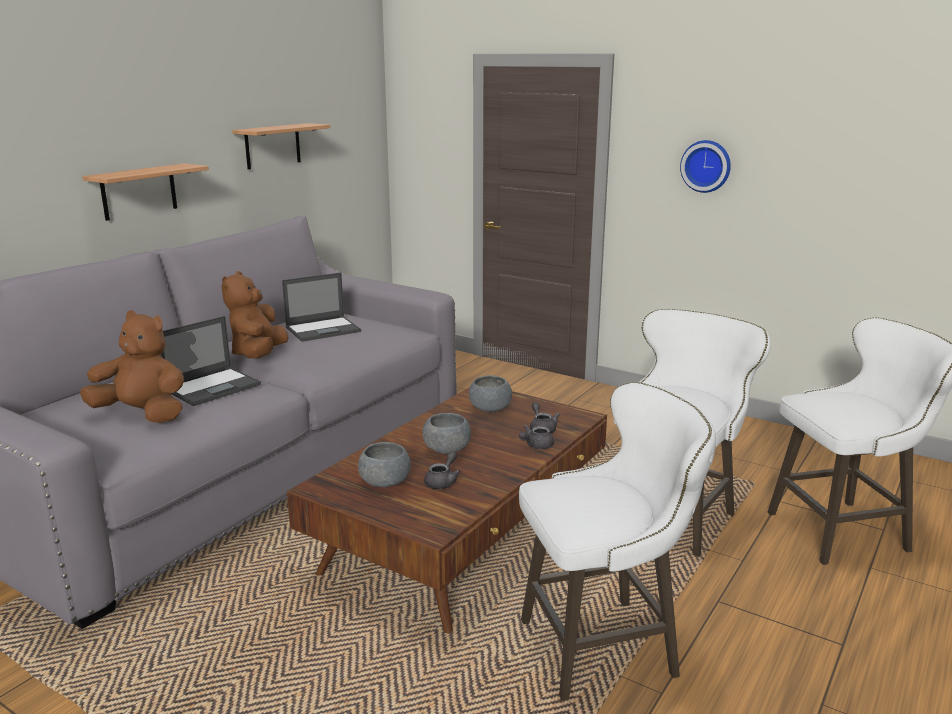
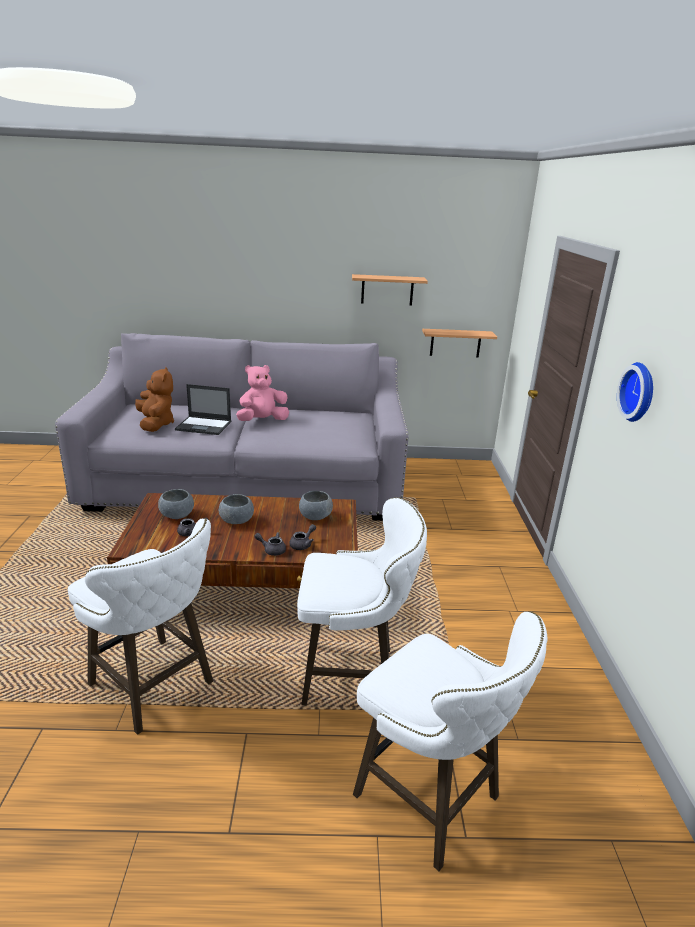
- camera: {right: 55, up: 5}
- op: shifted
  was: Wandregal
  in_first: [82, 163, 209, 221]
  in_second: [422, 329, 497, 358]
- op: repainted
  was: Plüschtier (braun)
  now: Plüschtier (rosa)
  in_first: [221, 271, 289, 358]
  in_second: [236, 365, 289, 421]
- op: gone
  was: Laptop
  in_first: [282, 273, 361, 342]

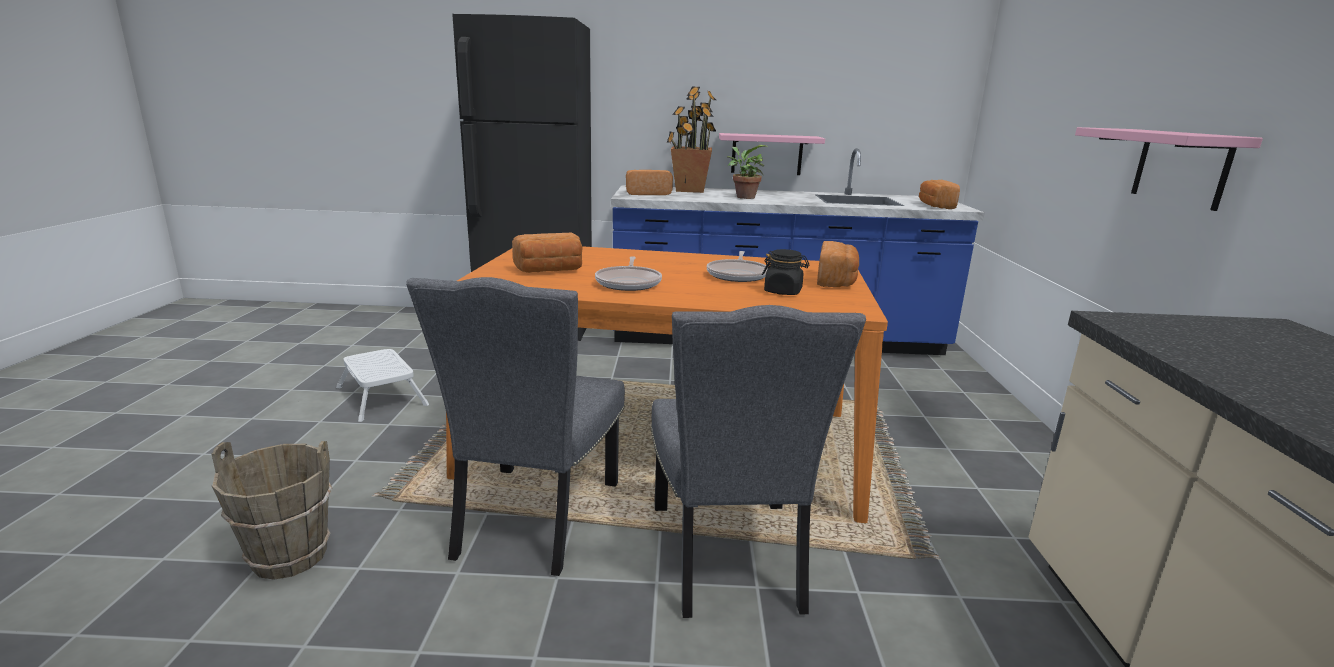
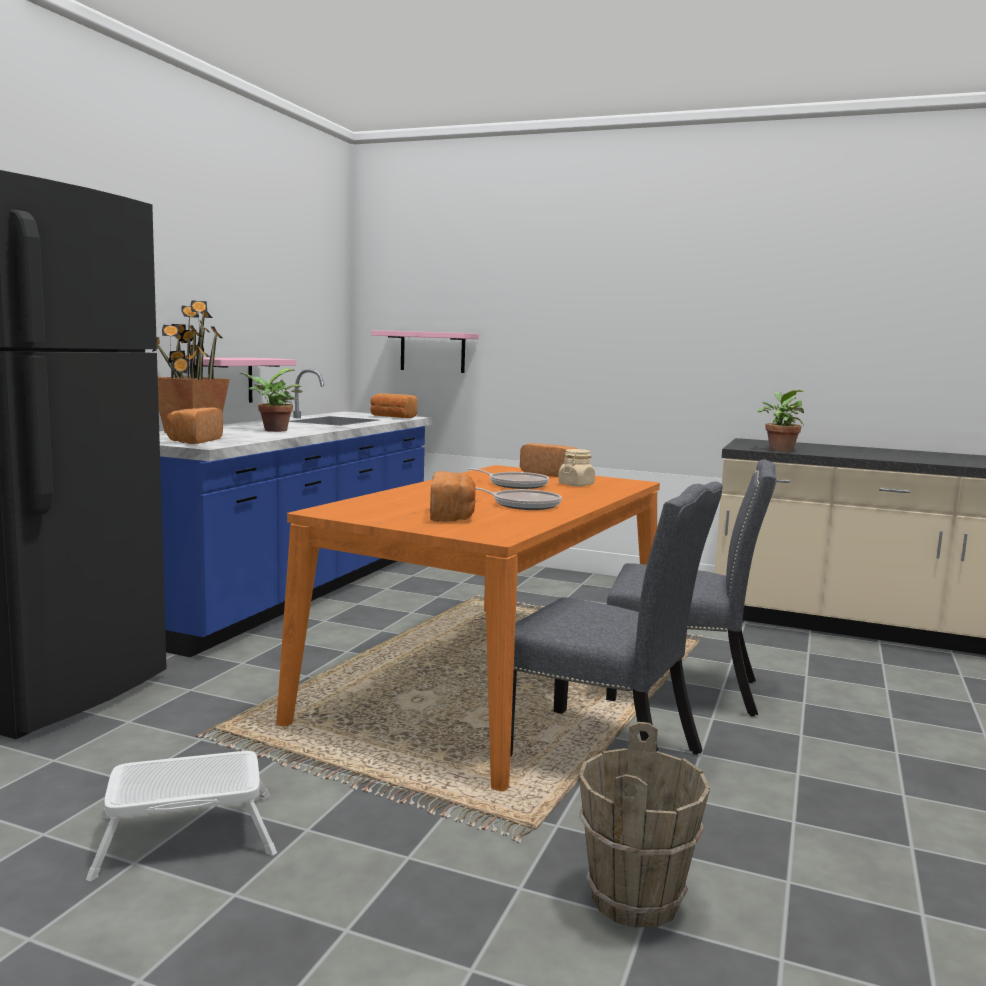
- camera: {right: -70, up: -10}
- op: repainted
  was: Vorratsglas (schwarz)
  now: Vorratsglas (beige)
  in_first: [762, 249, 809, 295]
  in_second: [558, 449, 595, 486]
- op: shifted
  was: Wandregal (rosa)
  in_first: [1075, 127, 1263, 211]
  in_second: [372, 330, 479, 373]
- op: new
  now: Topfpflanze
  in_second: [756, 389, 805, 452]

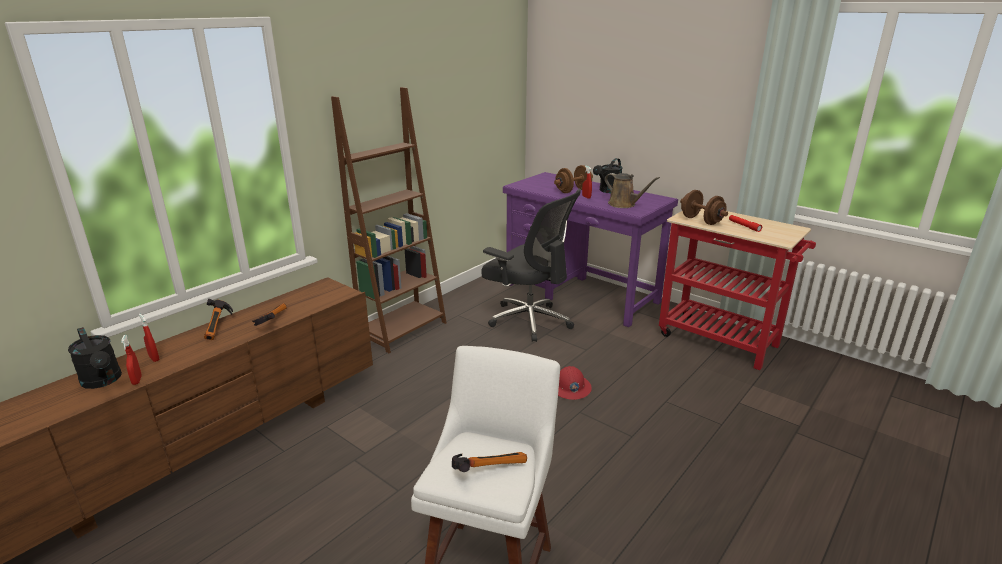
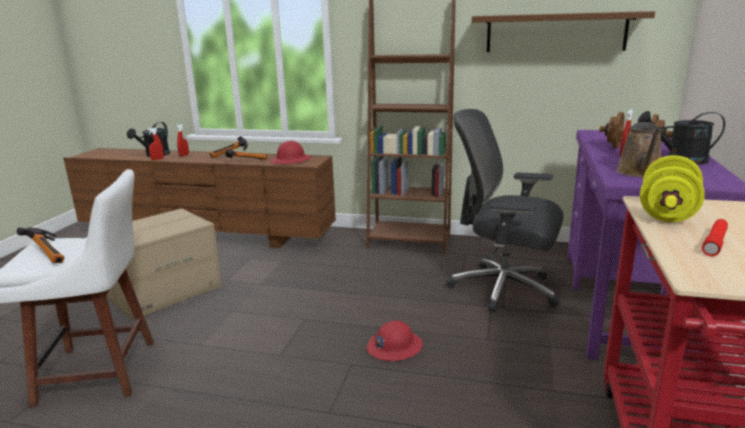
- camera: {right: 65, up: -5}
- op: rotated
  was: Bürostuhl
  in_first: [482, 188, 581, 342]
  in_second: [447, 109, 563, 313]
  clockwise: 105
- op: repainted
  was: Hantel (braun)
  now: Hantel (gelb)
  in_first: [680, 190, 728, 225]
  in_second: [640, 155, 705, 222]
- op: new
  now: Karton
  in_second: [106, 208, 222, 320]
- op: new
  now: Schutzhelm (rot)
  in_second: [270, 141, 311, 164]
- op: new
  now: Wandregal (braun)
  in_second: [472, 11, 655, 52]

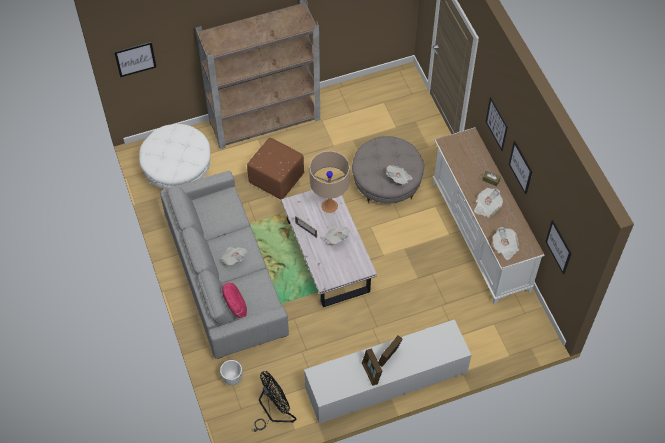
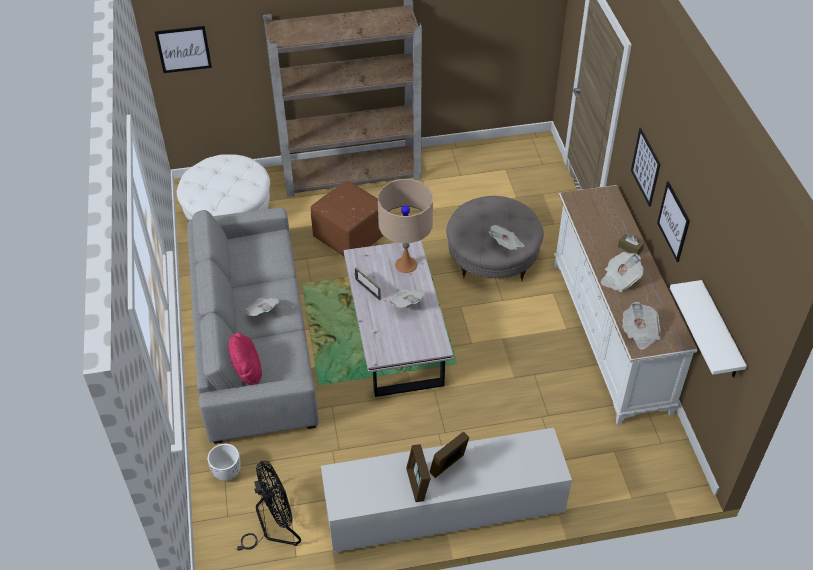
- camera: {right: 10, up: -10}
- op: swapped
  was: Bild
  now: Wandregal (weiß)
  in_first: [545, 220, 572, 275]
  in_second: [670, 280, 747, 377]

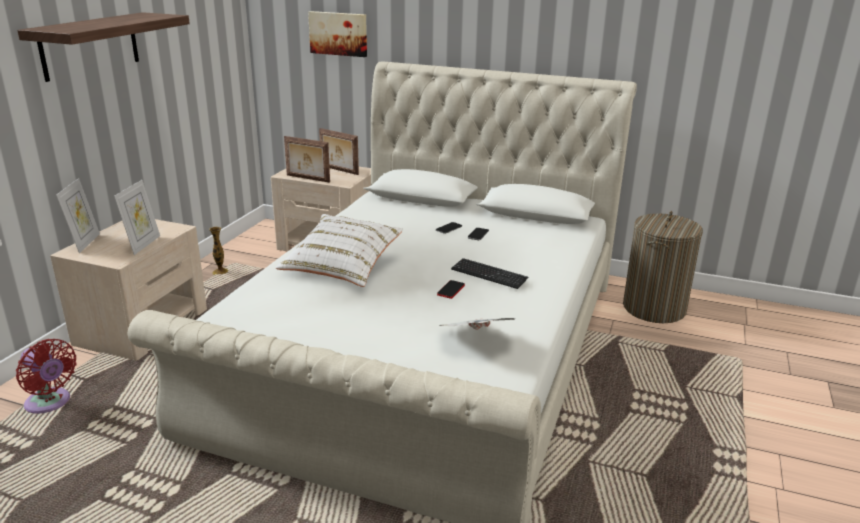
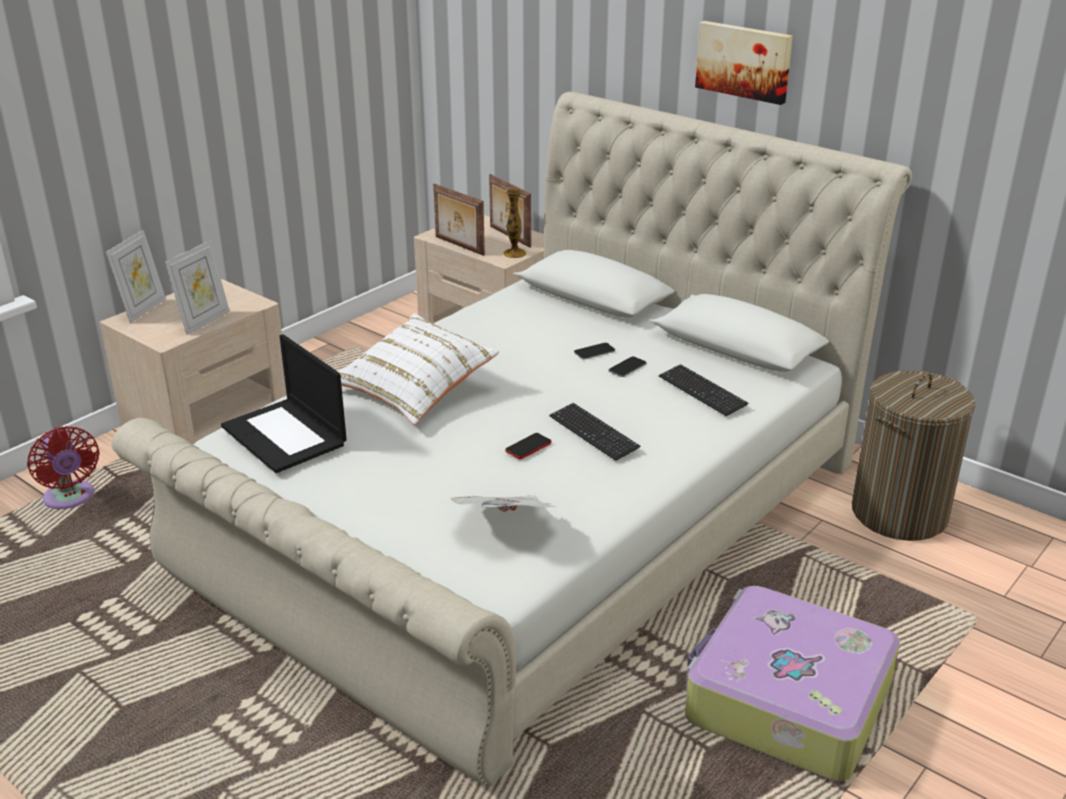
- camera: {right: 20, up: 5}
- op: gone
  was: Wandregal
  in_first: [17, 12, 190, 82]
- op: shifted
  was: Vase
  in_first: [209, 227, 228, 275]
  in_second: [504, 188, 526, 258]
- op: shifted
  was: Bild
  in_first: [308, 11, 367, 57]
  in_second: [695, 21, 793, 105]
- op: new
  now: Laptop
  in_second: [221, 334, 347, 473]
- op: new
  now: Tastatur
  in_second: [659, 364, 749, 416]
- op: new
  now: Koffer
  in_second: [685, 586, 900, 782]

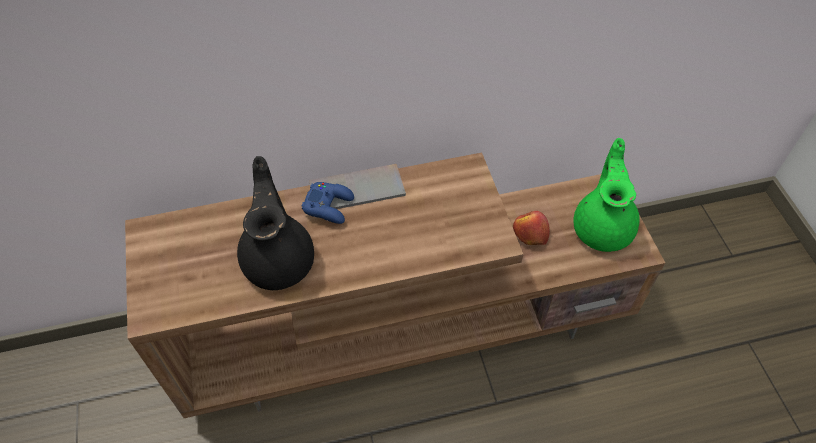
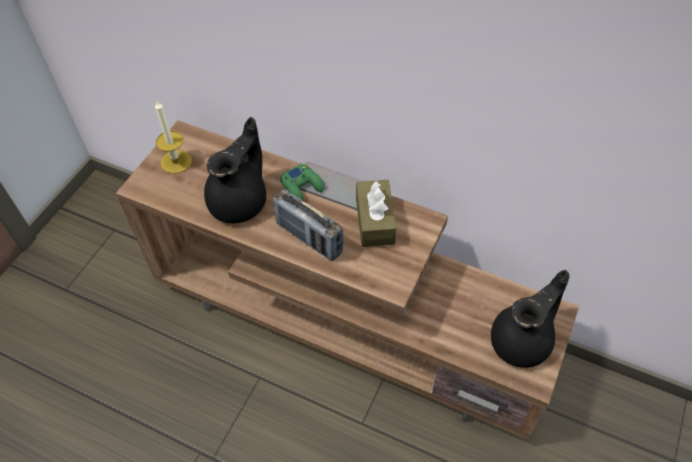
- camera: {right: 40, up: 0}
- op: repainted
  was: Gamepad (blau)
  now: Gamepad (grün)
  in_first: [301, 182, 354, 224]
  in_second: [280, 163, 324, 200]
- op: gone
  was: Apfel
  in_first: [513, 211, 550, 245]
- op: repainted
  was: Teekanne (grün)
  now: Teekanne (schwarz)
  in_first: [573, 138, 640, 252]
  in_second: [491, 270, 569, 368]
- op: new
  now: Kerze
  in_second: [155, 101, 192, 174]
- op: new
  now: Radio
  in_second: [273, 189, 344, 261]
- op: new
  now: Taschentuchbox (braun)
  in_second: [356, 180, 396, 247]

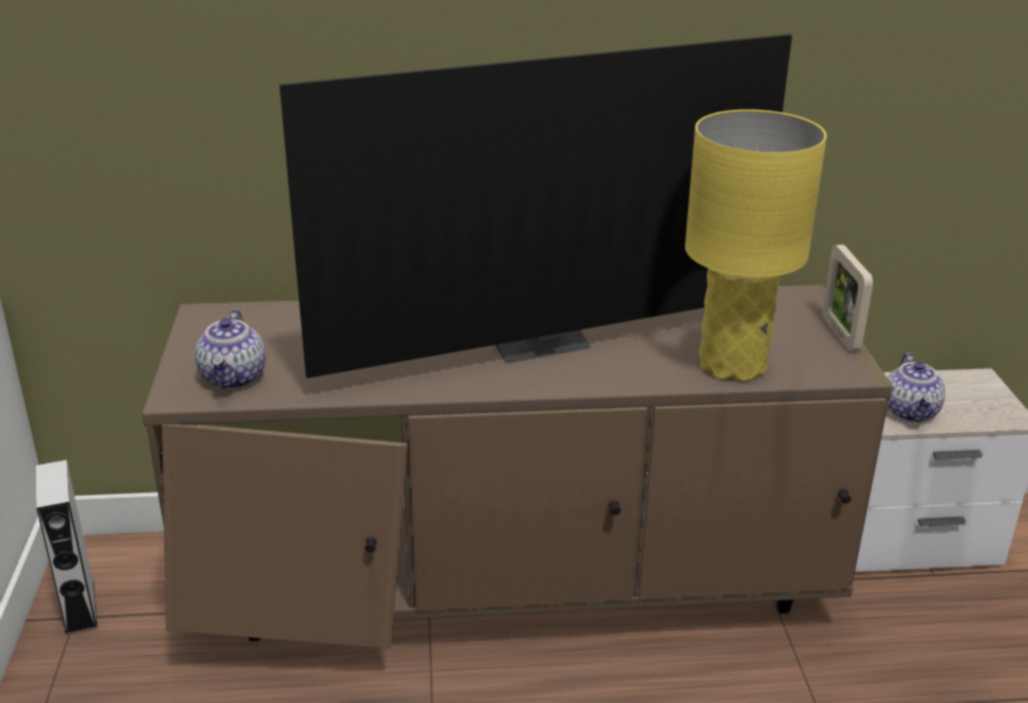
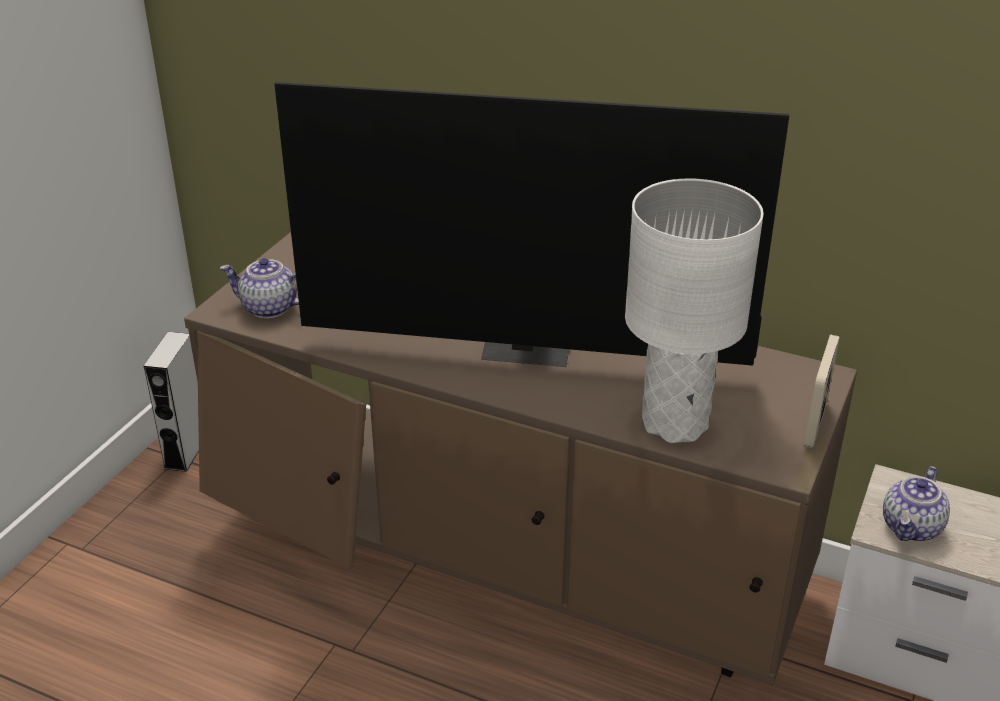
- camera: {right: 30, up: 5}
- op: rotated
  was: Teekanne
  in_first: [195, 310, 266, 389]
  in_second: [220, 258, 299, 318]
  clockwise: 75
- op: repainted
  was: Tischlampe (gelb)
  now: Tischlampe (weiß)
  in_first: [685, 109, 827, 381]
  in_second: [625, 178, 764, 443]

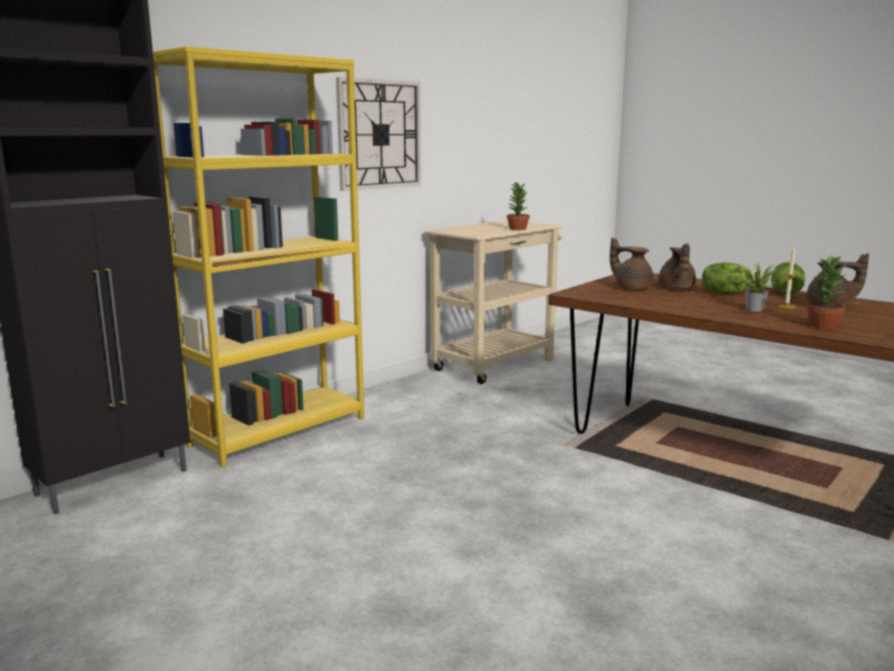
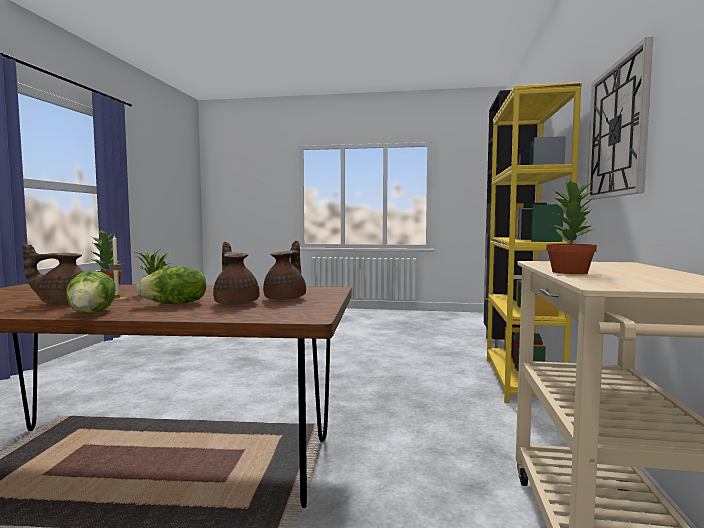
- camera: {right: 145, up: -10}
- op: rotated
  was: Teekanne (braun)
  in_first: [610, 237, 654, 290]
  in_second: [263, 241, 306, 300]
  clockwise: -75

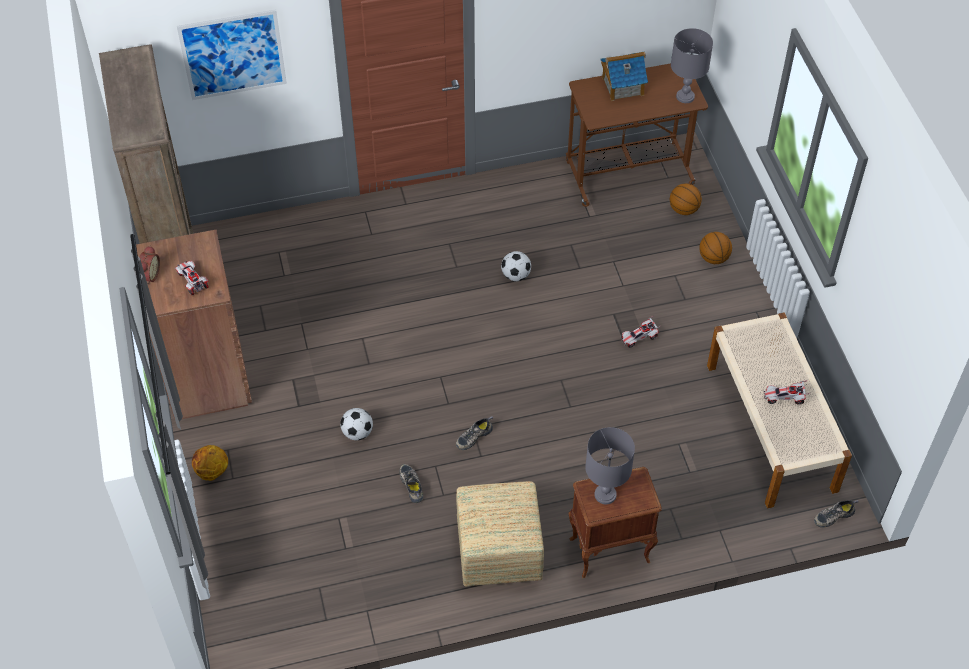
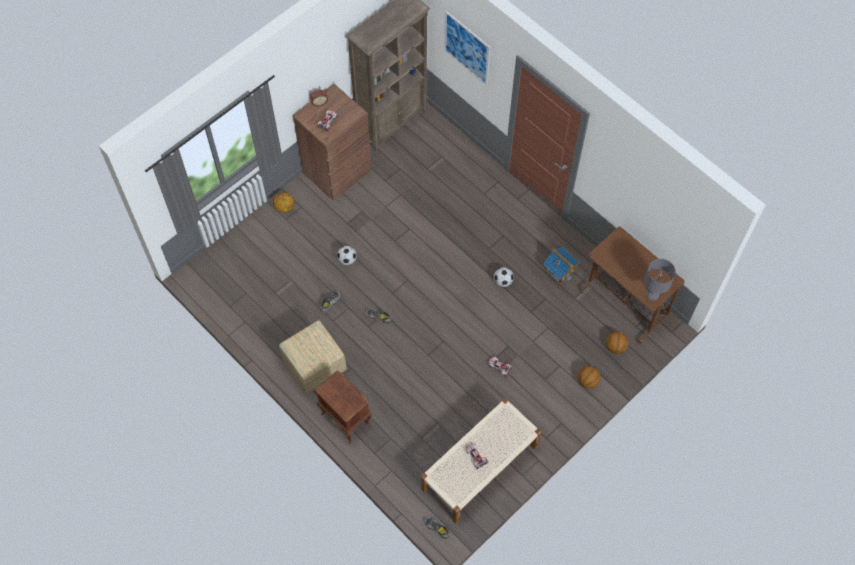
- camera: {right: 60, up: 10}
- op: gone
  was: Tischlampe (grau)
  in_first: [585, 427, 635, 504]
- op: shifted
  was: Spielzeughaus
  in_first: [601, 51, 648, 101]
  in_second: [543, 247, 580, 284]

